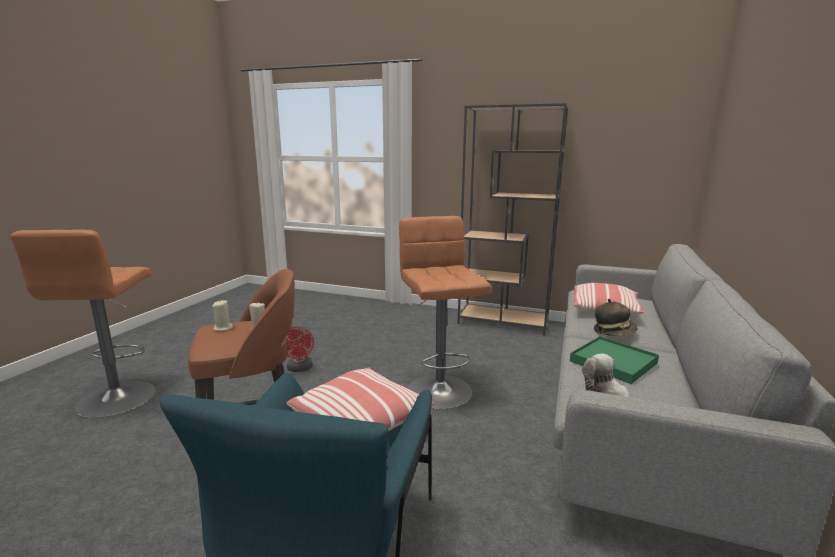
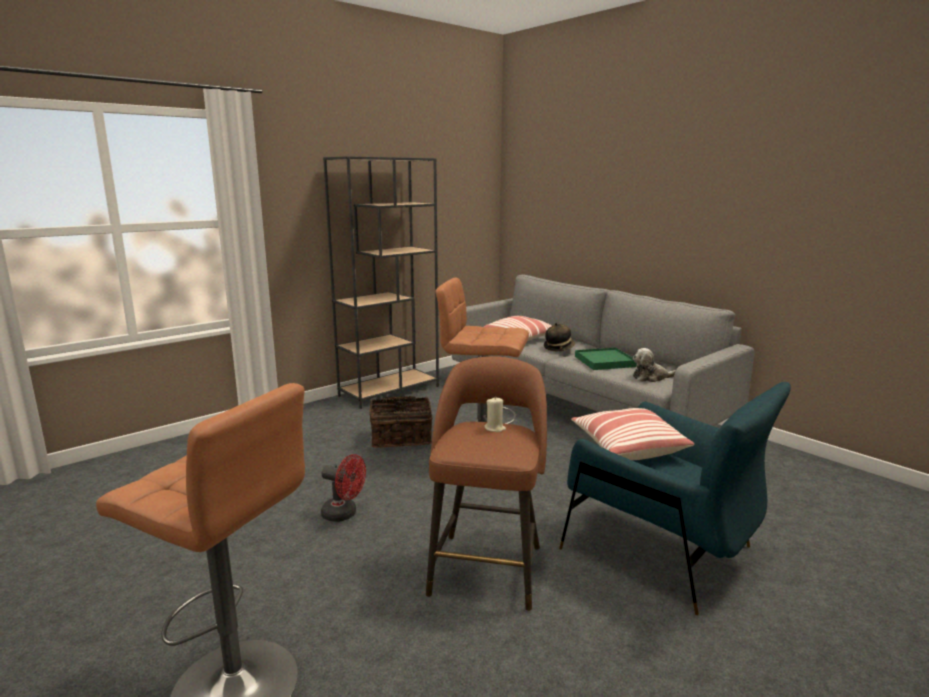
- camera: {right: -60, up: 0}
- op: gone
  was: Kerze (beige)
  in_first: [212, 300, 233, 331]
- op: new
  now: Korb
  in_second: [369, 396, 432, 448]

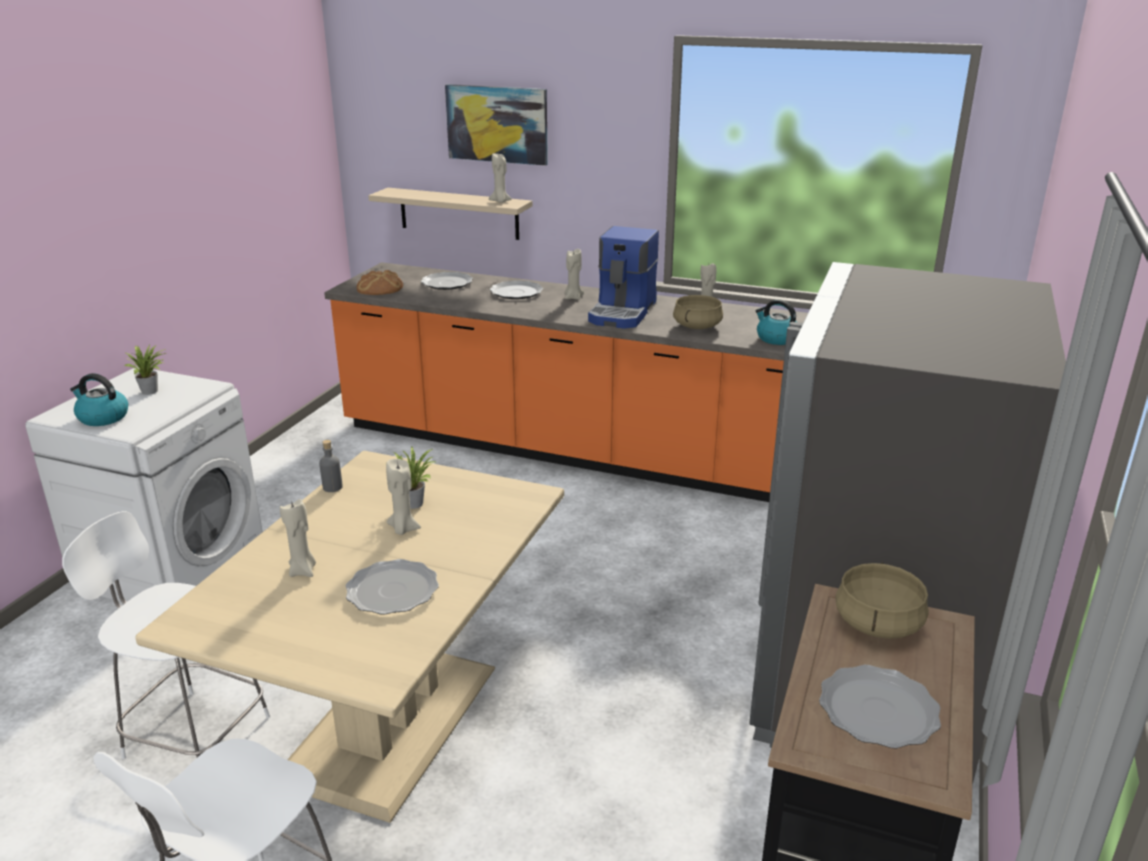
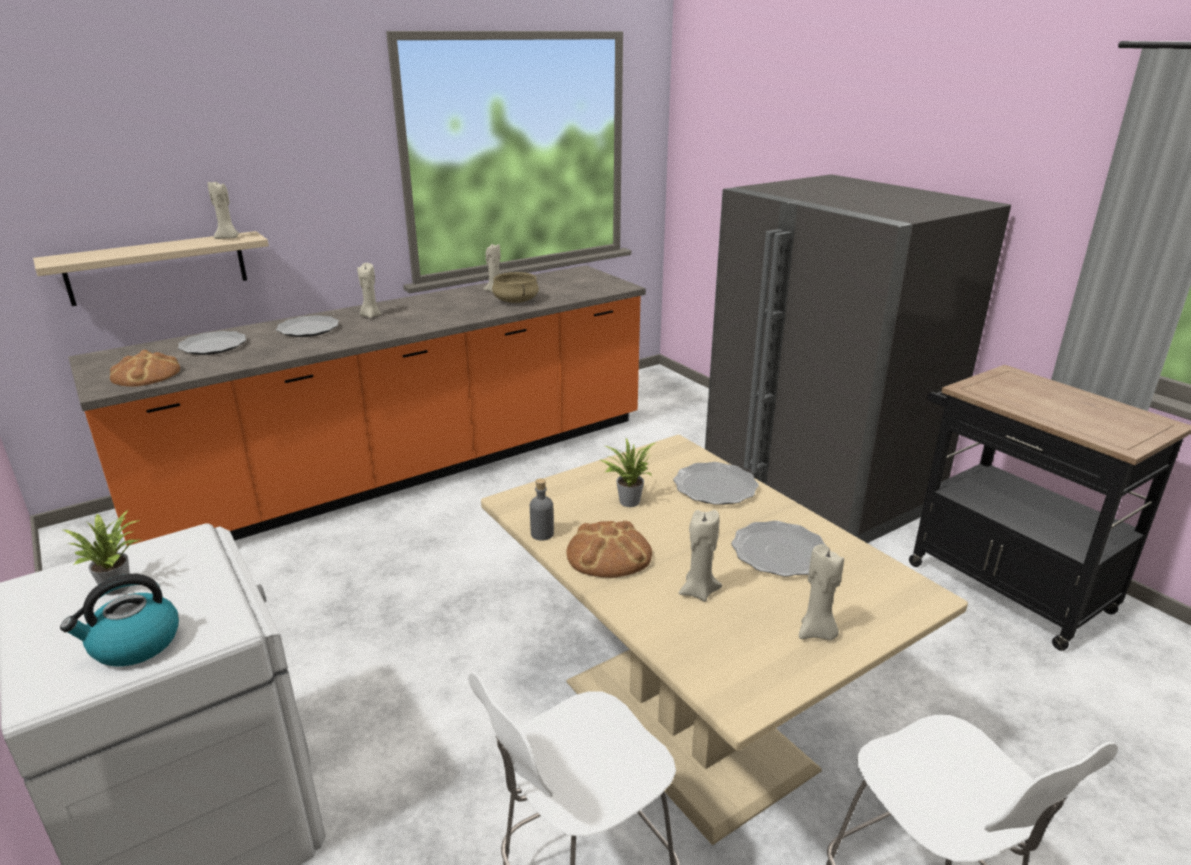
- camera: {right: -55, up: 0}
- op: shifted
  was: Kerze (beige)
  in_first: [386, 459, 421, 535]
  in_second: [799, 544, 844, 640]
- op: gone
  was: Bild
  in_first: [445, 84, 548, 166]
- op: gone
  was: Kaffeemaschine
  in_first: [588, 226, 659, 329]
- op: gone
  was: Wasserkessel
  in_first: [755, 299, 797, 345]
- op: shifted
  was: Teller
  in_first: [819, 665, 941, 748]
  in_second: [673, 462, 759, 505]
- op: gone
  was: Kochtopf (beige)
  in_first: [835, 562, 929, 639]
- op: new
  now: Brot
  in_second: [566, 520, 652, 578]

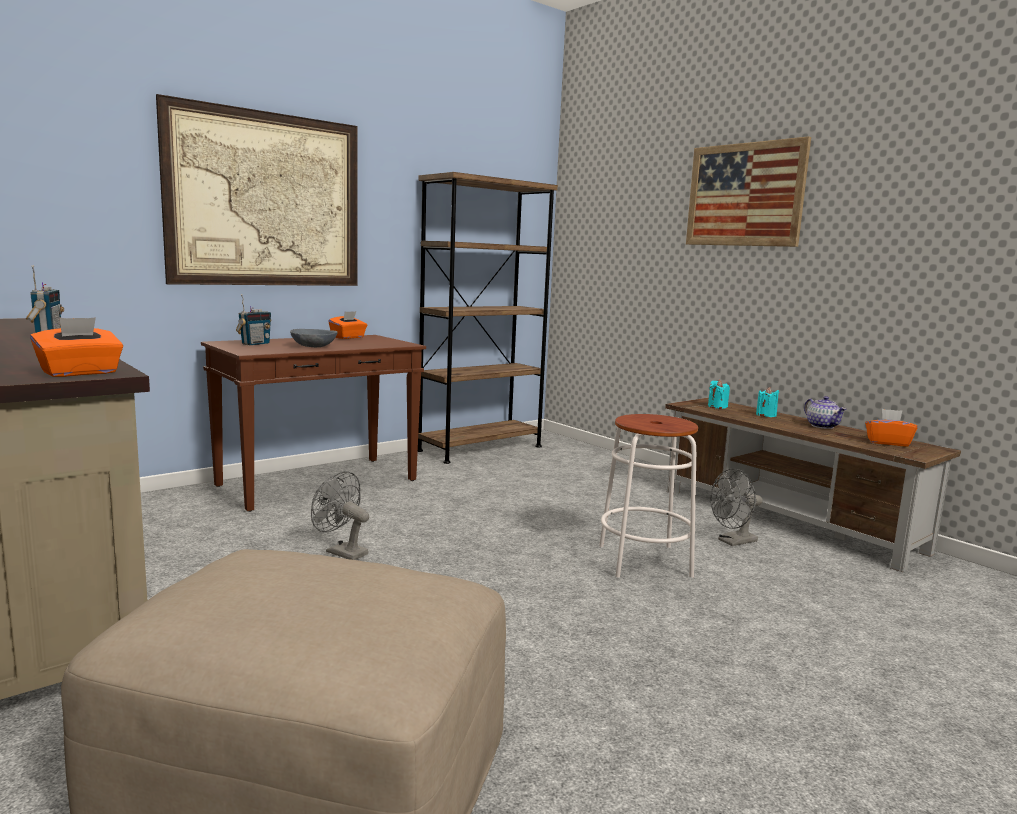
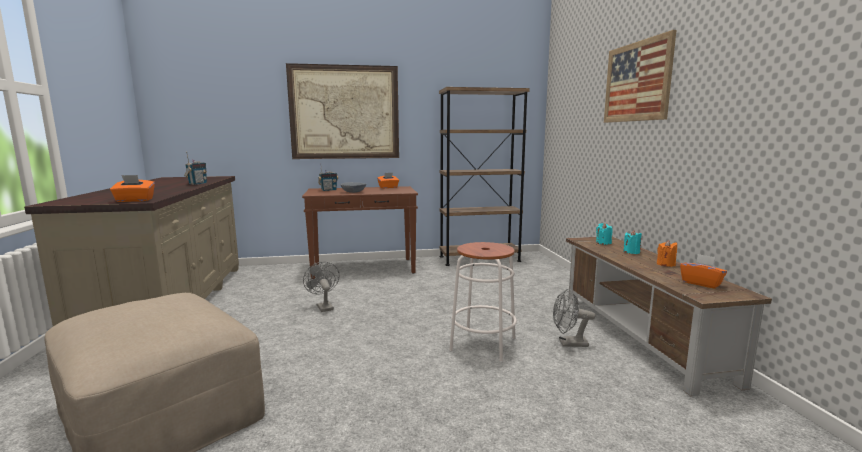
- camera: {right: 30, up: 0}
- op: swapped
  was: Teekanne
  now: Kerze (orange)
  in_first: [804, 396, 847, 429]
  in_second: [657, 240, 677, 267]

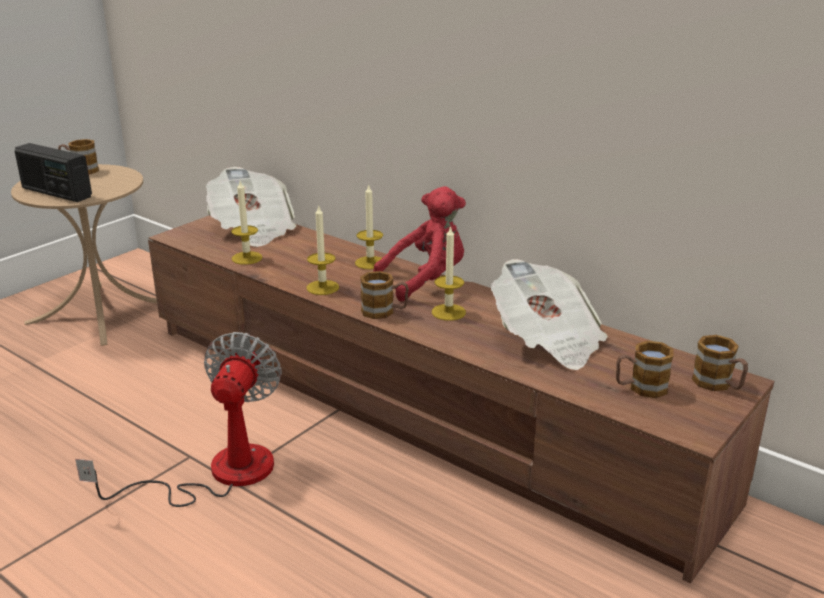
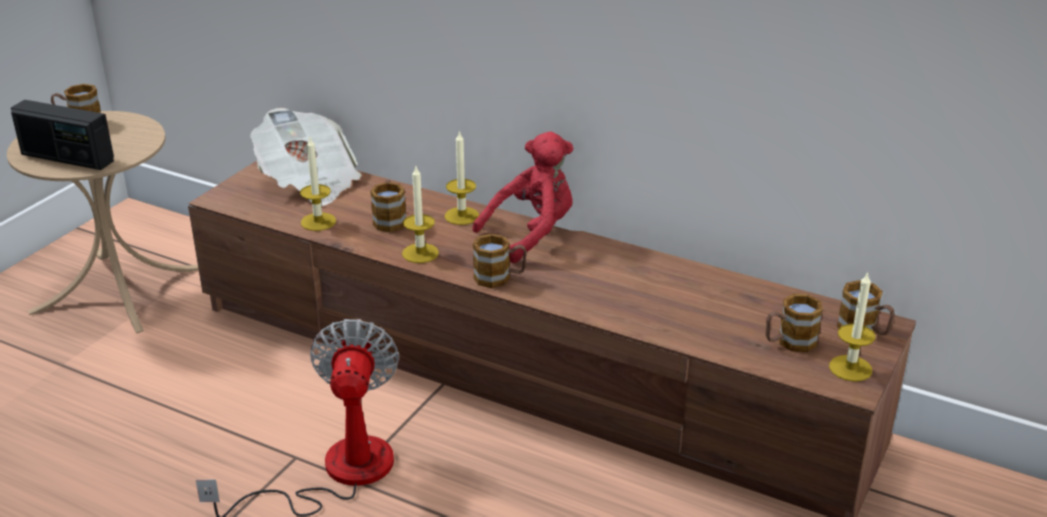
- camera: {right: -10, up: 5}
- op: shifted
  was: Kerze
  in_first: [432, 225, 466, 321]
  in_second: [829, 271, 875, 382]
- op: gone
  was: Zeitung
  in_first: [491, 259, 608, 370]
- op: new
  now: Henkelbecher
  in_second: [370, 180, 406, 232]

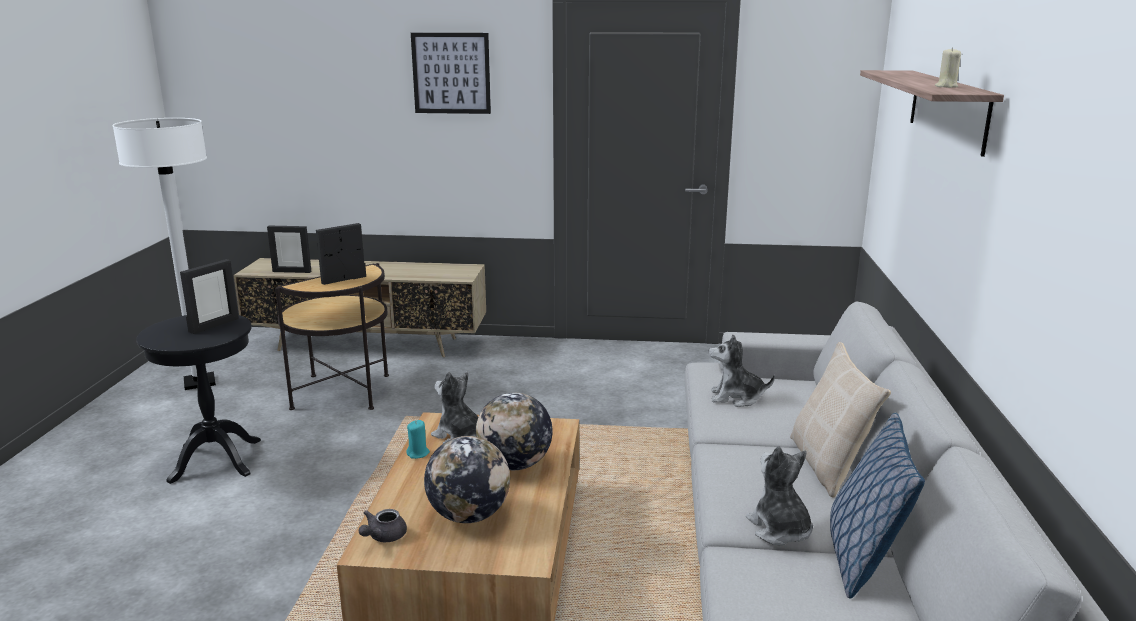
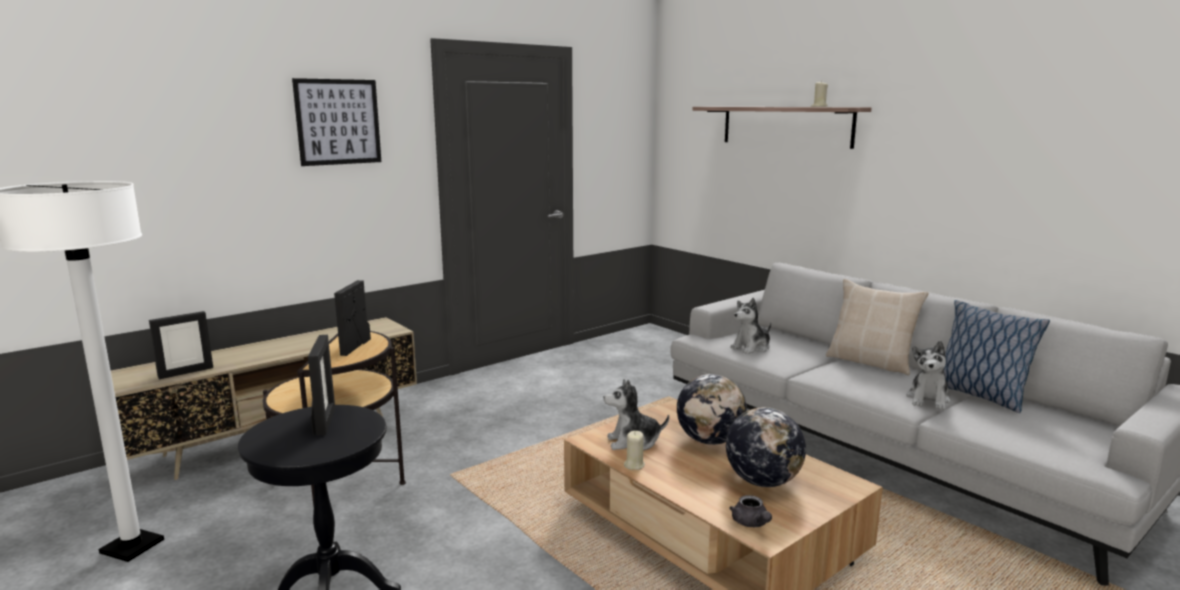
- camera: {right: -45, up: -5}
- op: repainted
  was: Kerze (türkis)
  now: Kerze (beige)
  in_first: [406, 420, 430, 459]
  in_second: [624, 431, 645, 470]
- op: rotated
  was: Plüschtier
  in_first: [746, 446, 813, 546]
  in_second: [907, 341, 951, 410]
  clockwise: -90

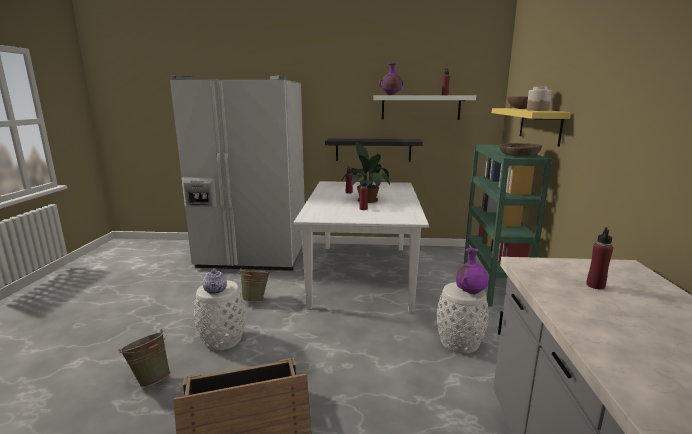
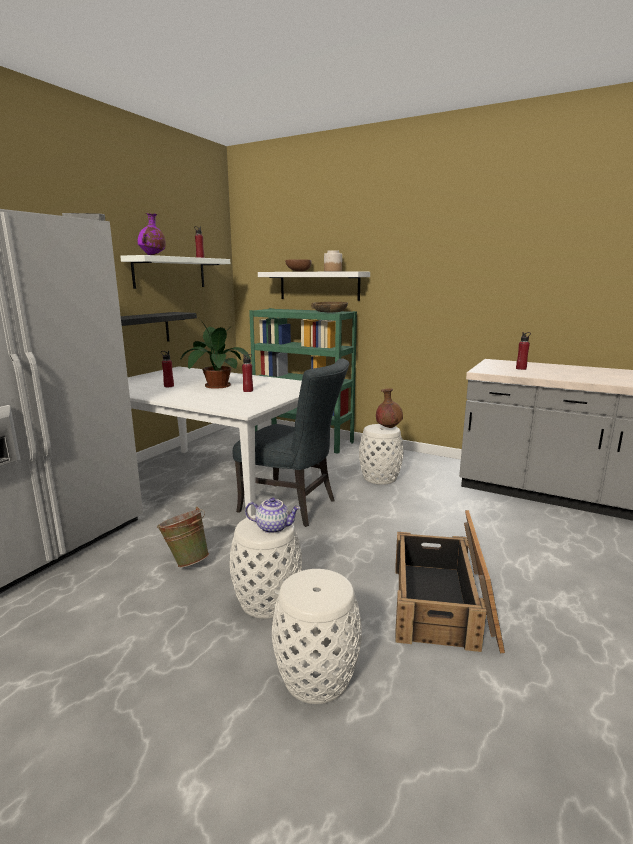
- camera: {right: -65, up: 0}
- op: swapped
  was: Eimer (grün)
  now: Hocker (weiß)
  in_first: [119, 329, 171, 388]
  in_second: [272, 569, 362, 704]
- op: repainted
  was: Vase (lila)
  now: Vase (braun)
  in_first: [456, 248, 489, 294]
  in_second: [376, 388, 403, 428]
- op: repainted
  was: Wandregal (gelb)
  now: Wandregal (weiß)
  in_first: [492, 108, 571, 147]
  in_second: [258, 271, 370, 301]
- op: new
  now: Stuhl (grau)
  in_second: [233, 358, 350, 527]

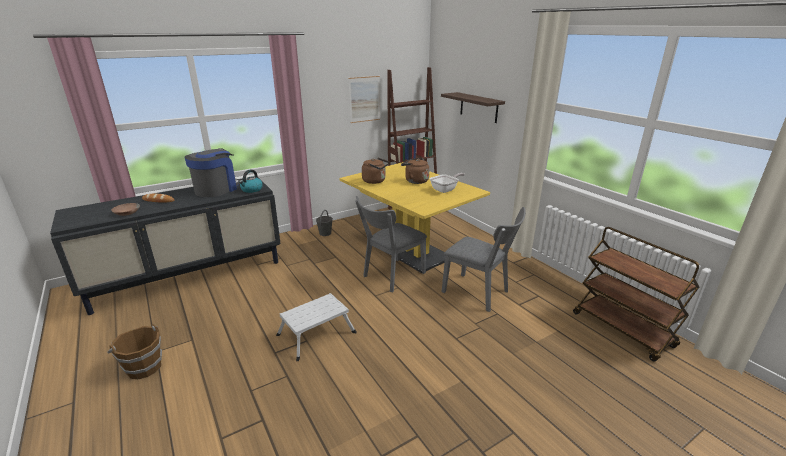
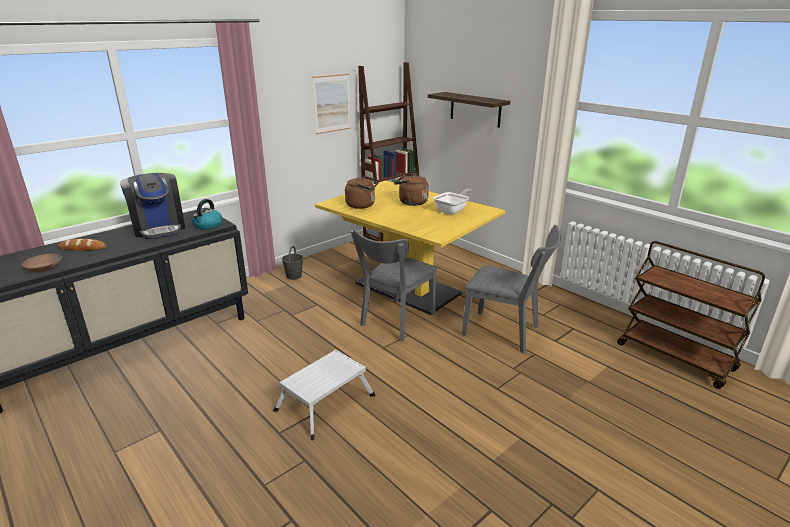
- camera: {right: -10, up: 0}
- op: gone
  was: Eimer (braun)
  in_first: [108, 324, 162, 379]
- op: rotated
  was: Kaffeemaschine
  in_first: [184, 148, 240, 197]
  in_second: [120, 173, 185, 239]
  clockwise: 135

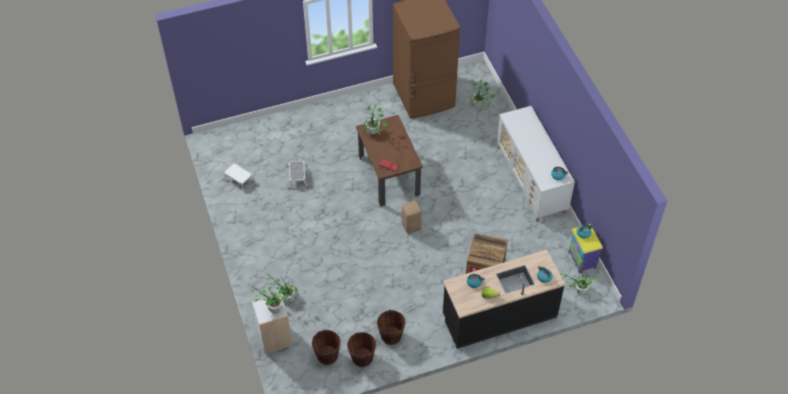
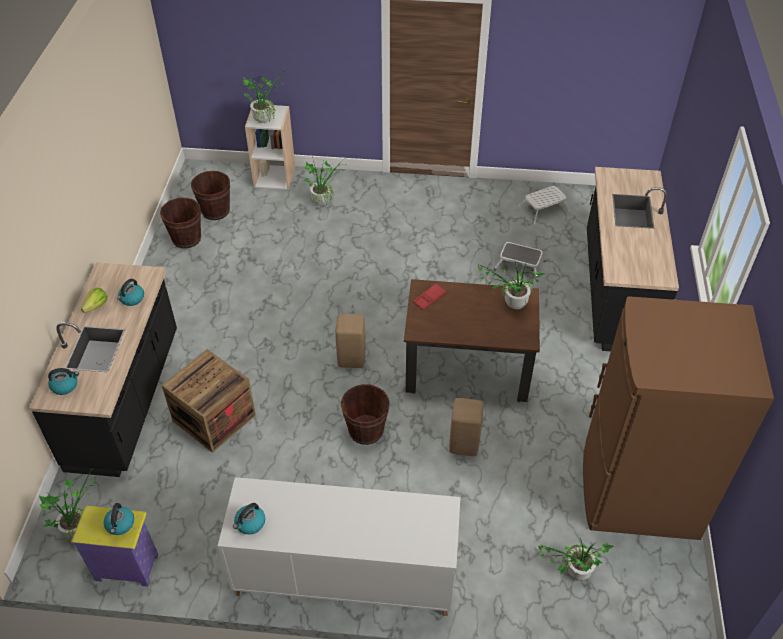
- camera: {right: 115, up: -5}
- op: shifted
  was: Eimer (braun)
  in_first: [377, 310, 405, 345]
  in_second: [341, 384, 389, 445]
- op: new
  now: Hocker (beige)
  in_second: [449, 398, 483, 456]
- op: new
  now: Küchenzeile (schwarz)
  in_second: [587, 167, 679, 351]

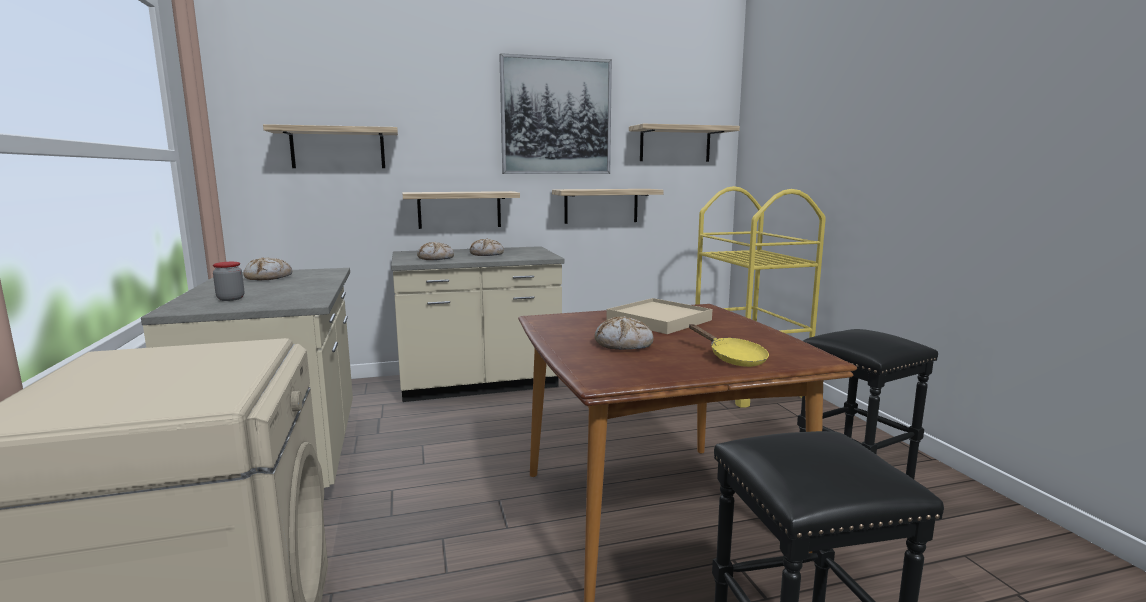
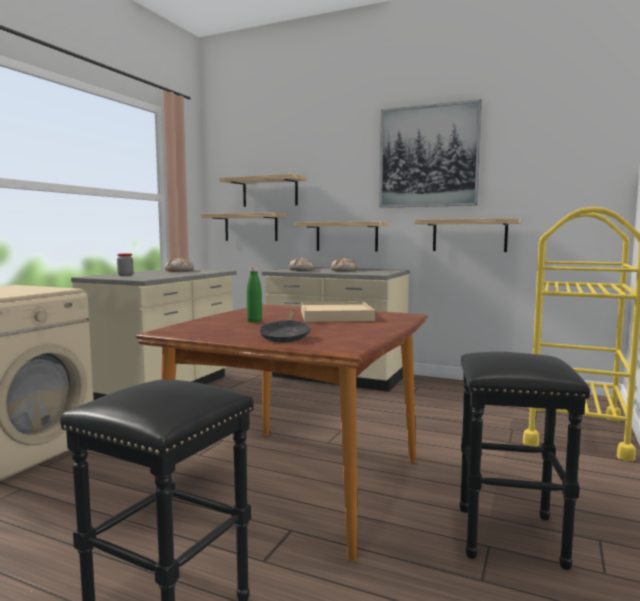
- camera: {right: 40, up: -5}
- op: swapped
  was: Brot
  now: Flasche (grün)
  in_first: [594, 316, 654, 350]
  in_second: [247, 266, 262, 323]
- op: shifted
  was: Wandregal
  in_first: [629, 124, 740, 162]
  in_second: [201, 212, 286, 241]
- op: repainted
  was: Pfanne (gelb)
  now: Pfanne (schwarz)
  in_first: [689, 324, 769, 367]
  in_second: [259, 310, 311, 343]

